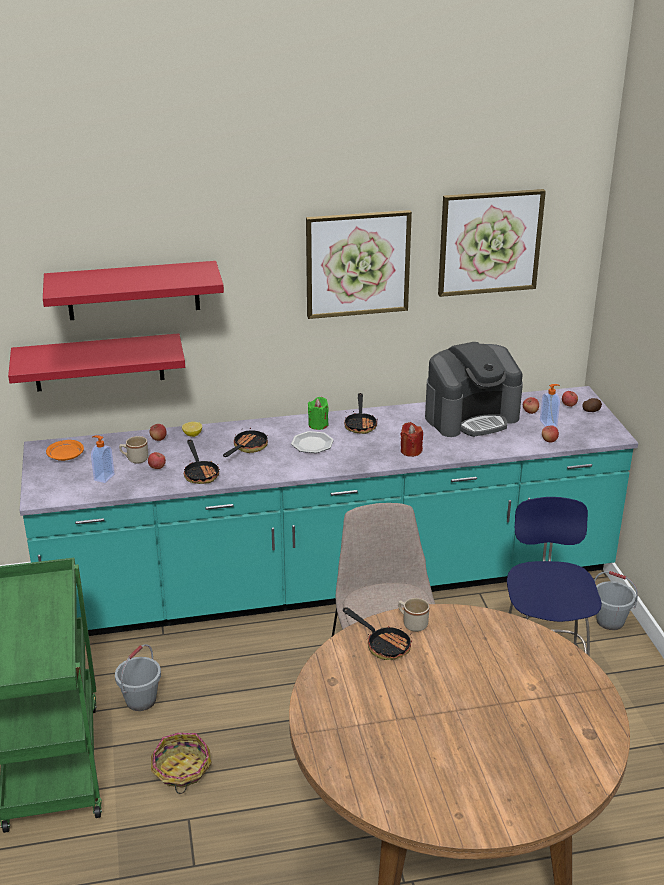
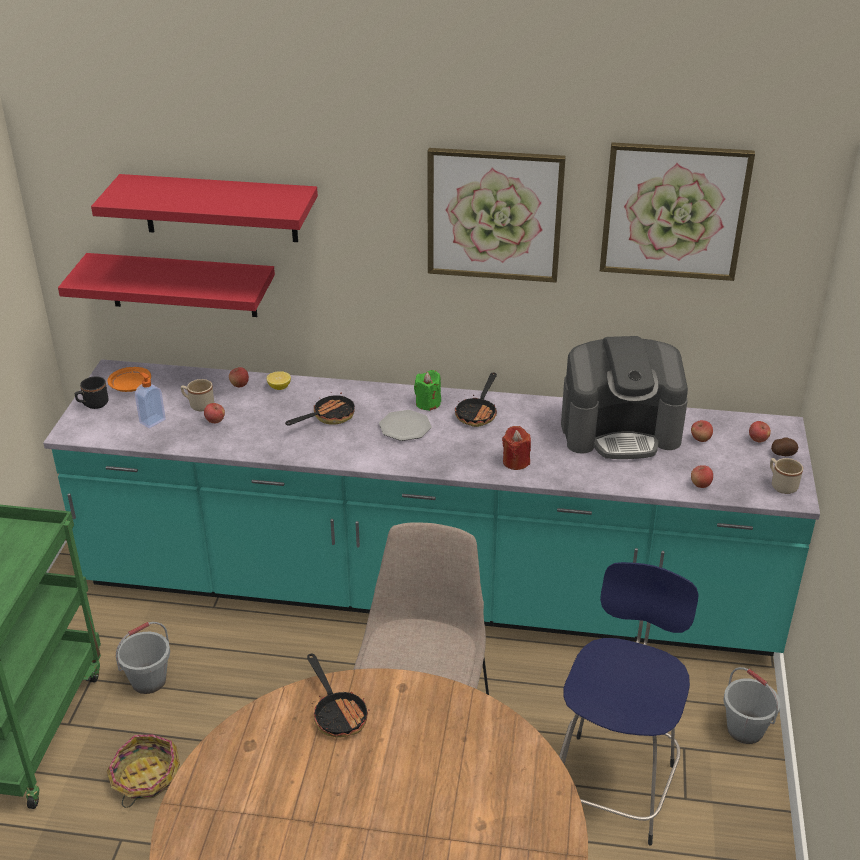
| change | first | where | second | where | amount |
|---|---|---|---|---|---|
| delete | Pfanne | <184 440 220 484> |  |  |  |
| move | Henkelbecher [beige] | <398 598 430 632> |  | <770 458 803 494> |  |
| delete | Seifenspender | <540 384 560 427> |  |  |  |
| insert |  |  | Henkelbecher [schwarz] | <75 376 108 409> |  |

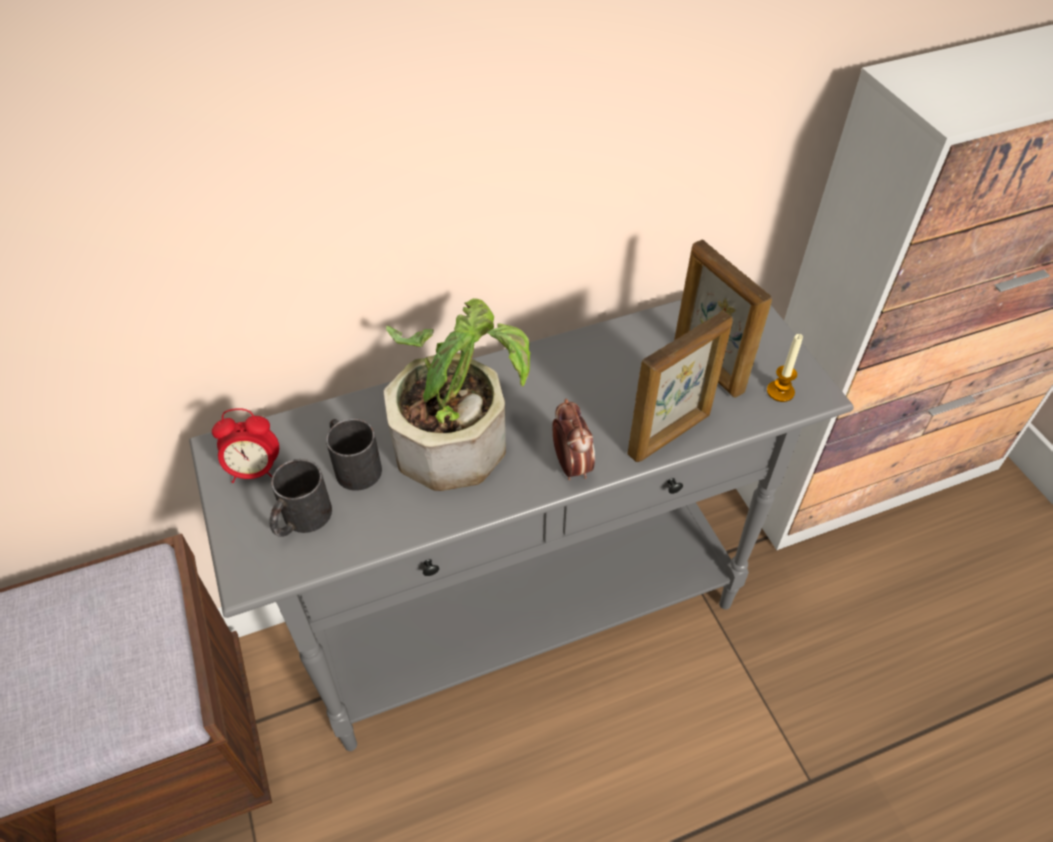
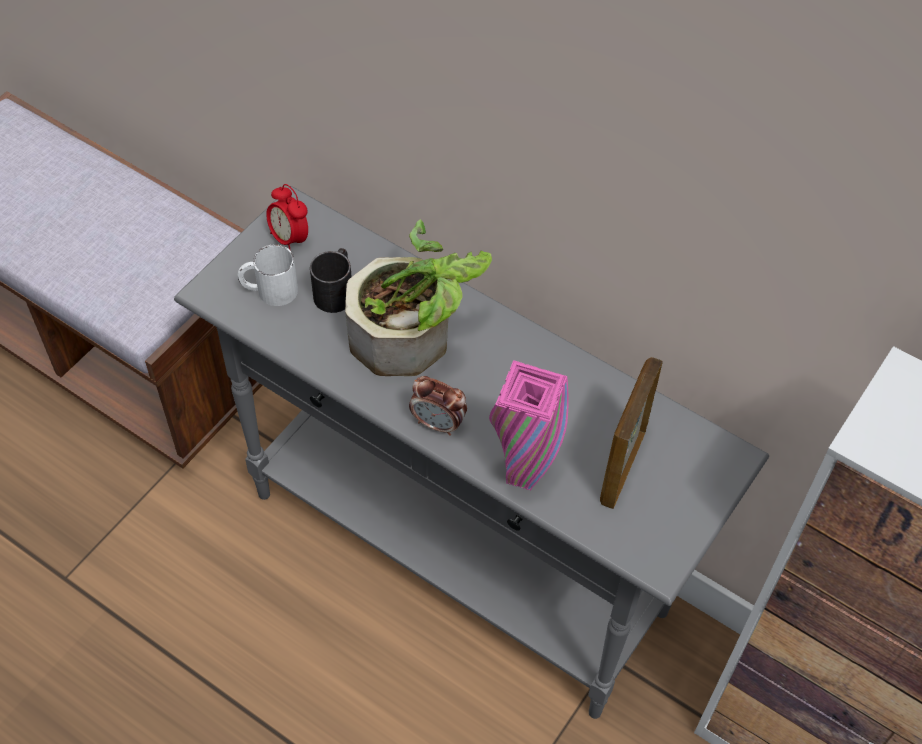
| change | first | where | second | where | amount |
|---|---|---|---|---|---|
| recolor | Henkelbecher [schwarz] | <269 459 332 537> | Henkelbecher [weiß] | <238 244 298 306> |  |
| rotate | Wecker | <552 399 595 480> |  | <409 376 467 436> | 75 degrees clockwise |
| replace | Bilderrahmen | <627 311 733 462> | Vase [rosa] | <489 360 569 490> |  |
| delete | Kerze | <767 334 803 402> |  |  |  |

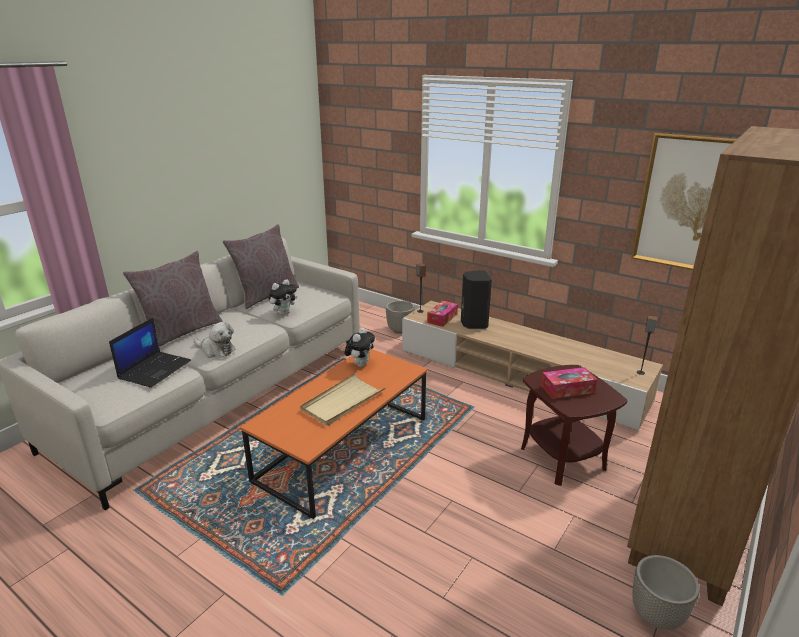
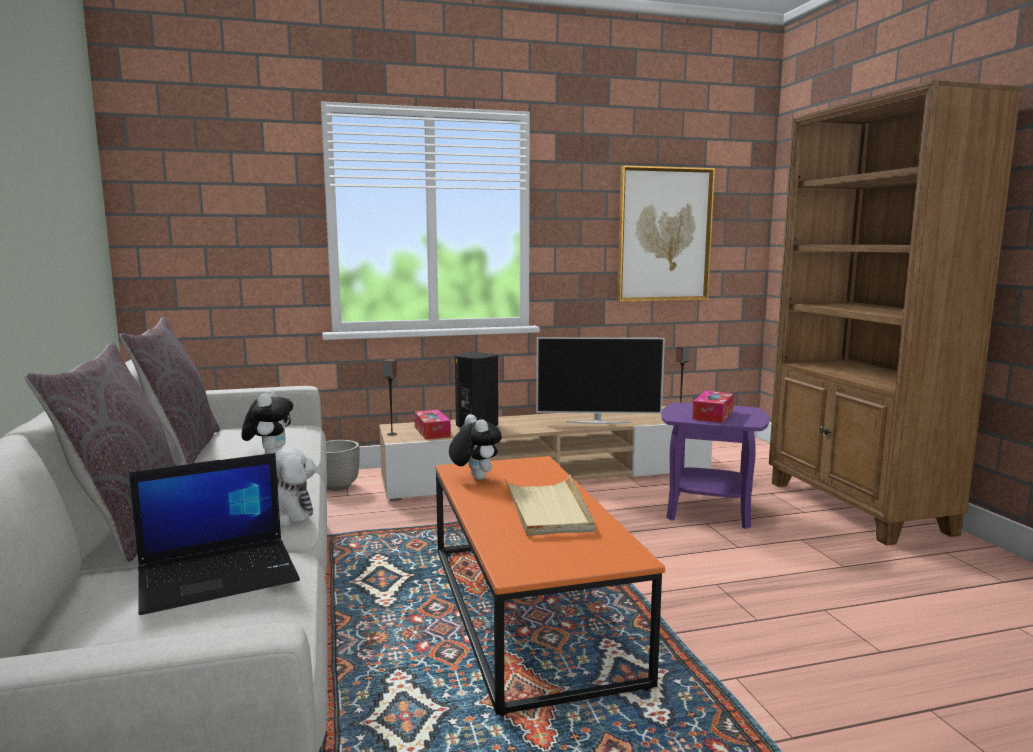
| change | first | where | second | where | amount |
|---|---|---|---|---|---|
| rotate | Laptop | <109 318 191 388> |  | <129 453 300 615> | 90 degrees clockwise |
| recolor | Beistelltisch [braun] | <521 365 627 486> | Beistelltisch [lila] | <661 402 769 529> |  |
| delete | Pflanzkübel | <632 555 700 630> |  |  |  |
| insert |  |  | Fernseher | <536 337 665 424> |  |

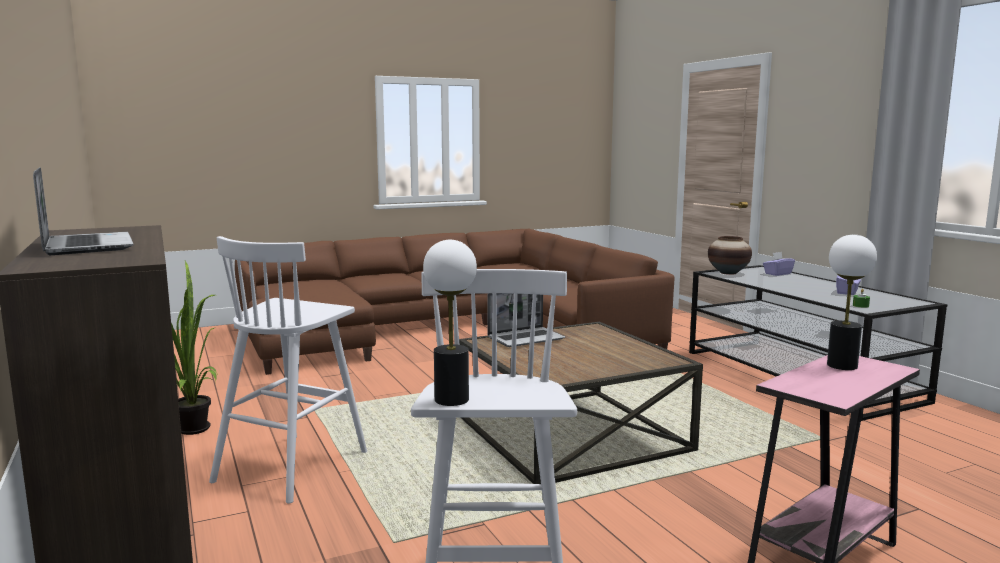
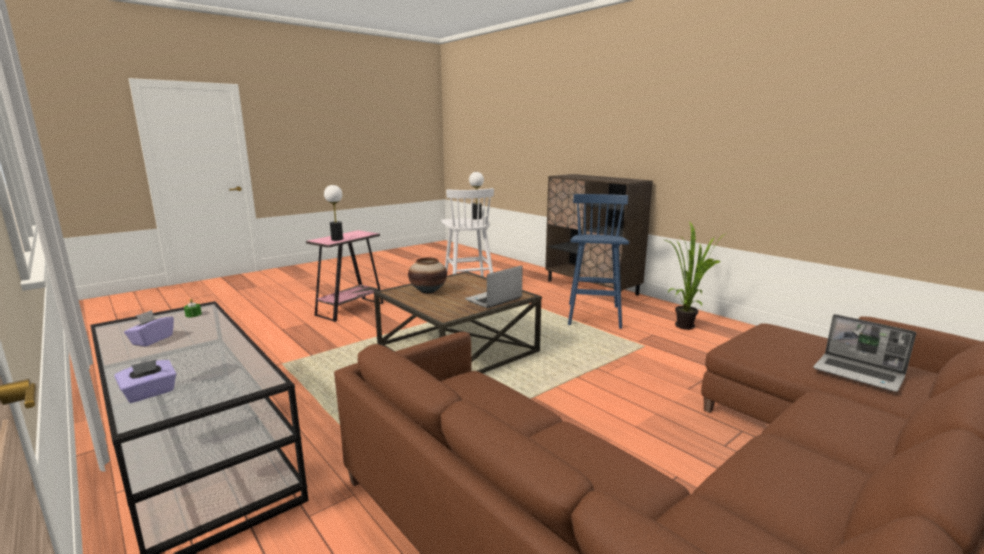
| change | first | where | second | where | amount |
|---|---|---|---|---|---|
| move | Laptop | <33 167 133 255> |  | <813 314 916 392> |  |
| recolor | Hocker [weiß] | <209 236 367 504> | Hocker [blau] | <568 194 629 329> |  |
| move | Vase | <708 236 752 275> |  | <408 258 447 294> |  |

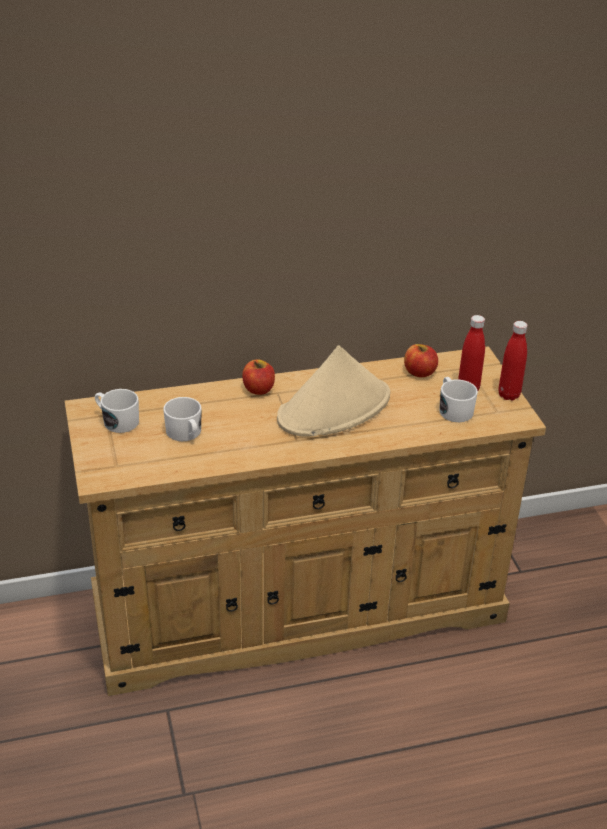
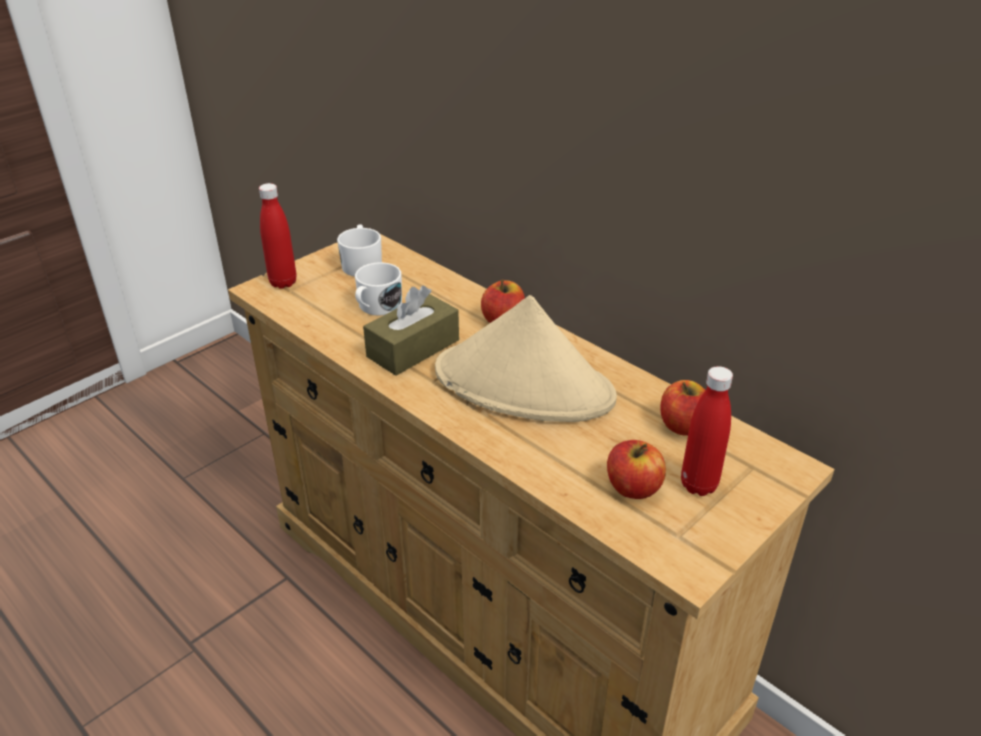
| change | first | where | second | where | amount |
|---|---|---|---|---|---|
| replace | Henkelbecher [weiß] | <439 377 478 422> | Apfel | <607 440 666 499> |  |
| move | Flasche [rot] | <498 321 528 401> |  | <259 183 297 289> |  |
| insert |  |  | Taschentuchbox [braun] | <363 285 459 376> |  |

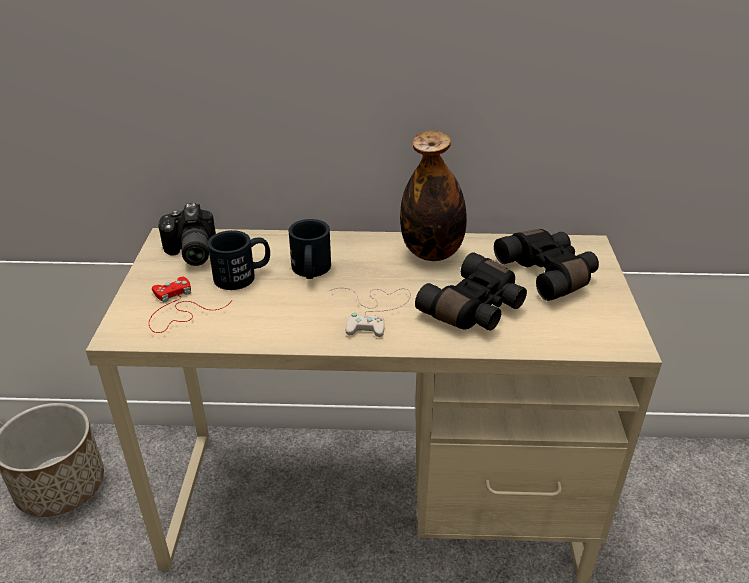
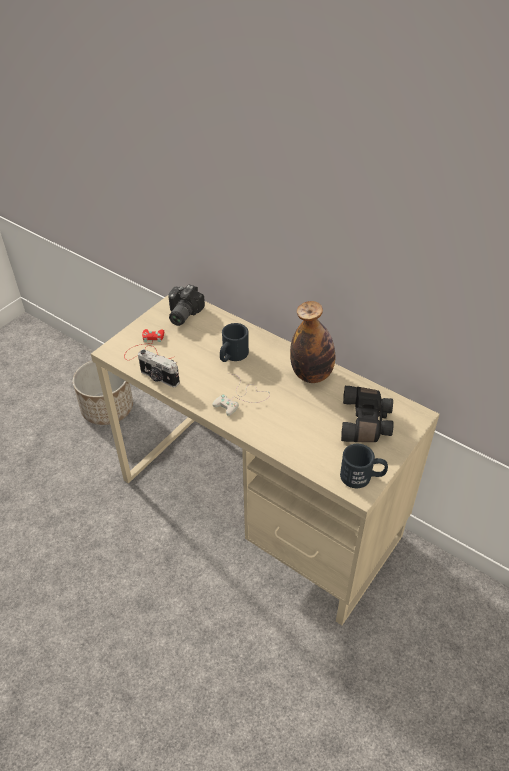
| change | first | where | second | where | amount |
|---|---|---|---|---|---|
| move | Henkelbecher [schwarz] | <208 230 270 290> |  | <340 443 388 488> |  |
| delete | Fernglas [schwarz] | <415 252 527 330> |  |  |  |
| insert |  |  | Kamera | <138 349 180 388> |  |

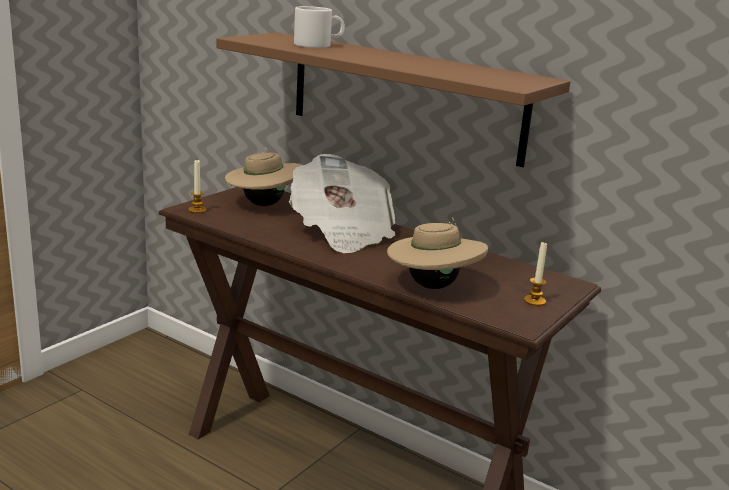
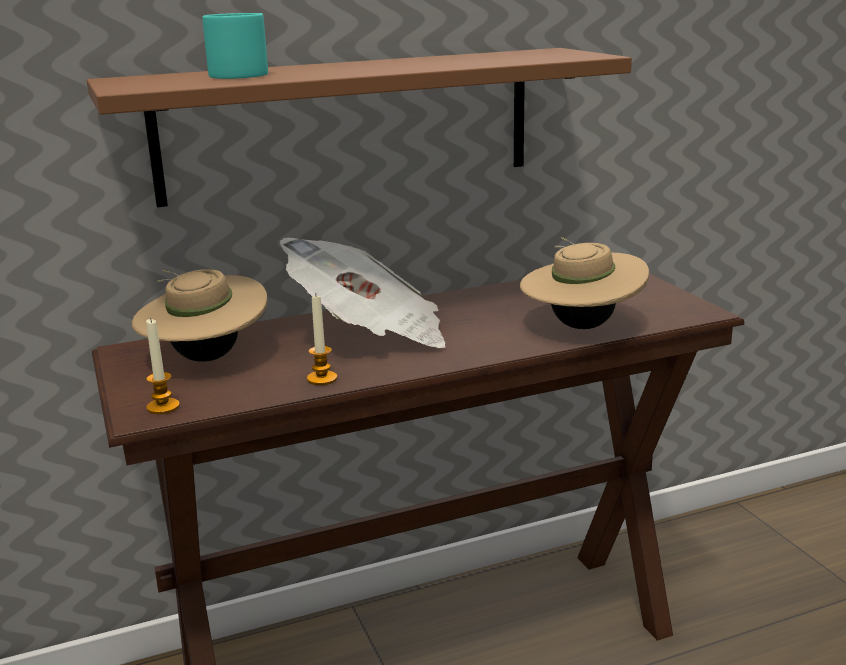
| change | first | where | second | where | amount |
|---|---|---|---|---|---|
| recolor | Henkelbecher [weiß] | <294 6 345 48> | Henkelbecher [türkis] | <202 13 268 79> |  |
| move | Kerze | <524 241 547 306> |  | <307 296 337 385> |  |

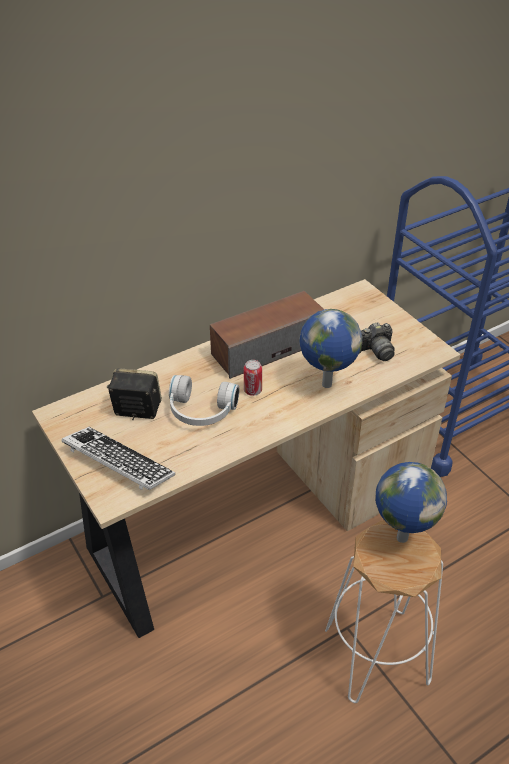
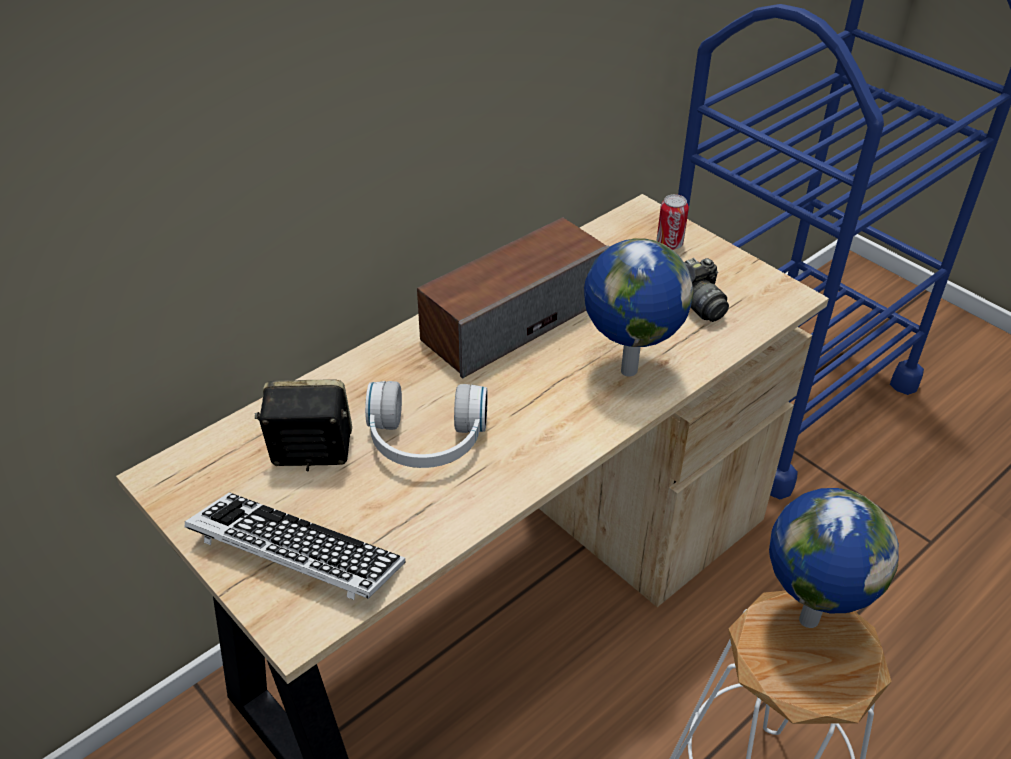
| change | first | where | second | where | amount |
|---|---|---|---|---|---|
| move | Dose | <244 360 262 396> |  | <656 194 689 250> |  |

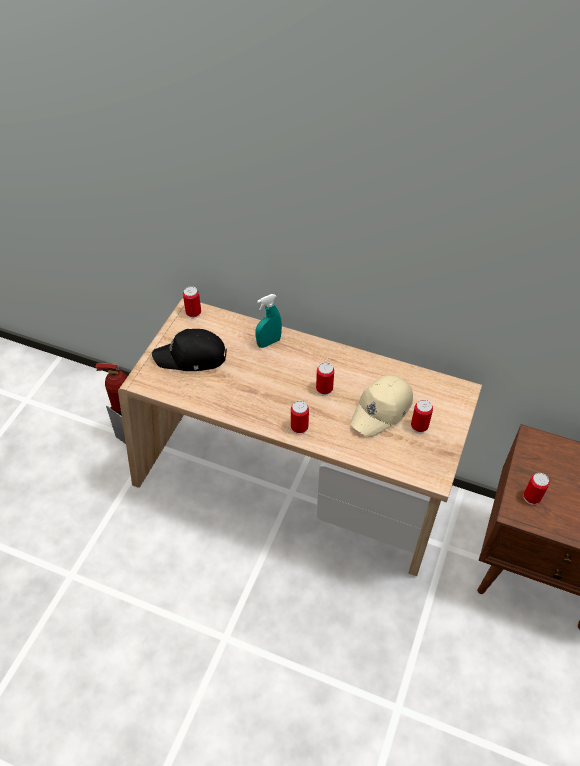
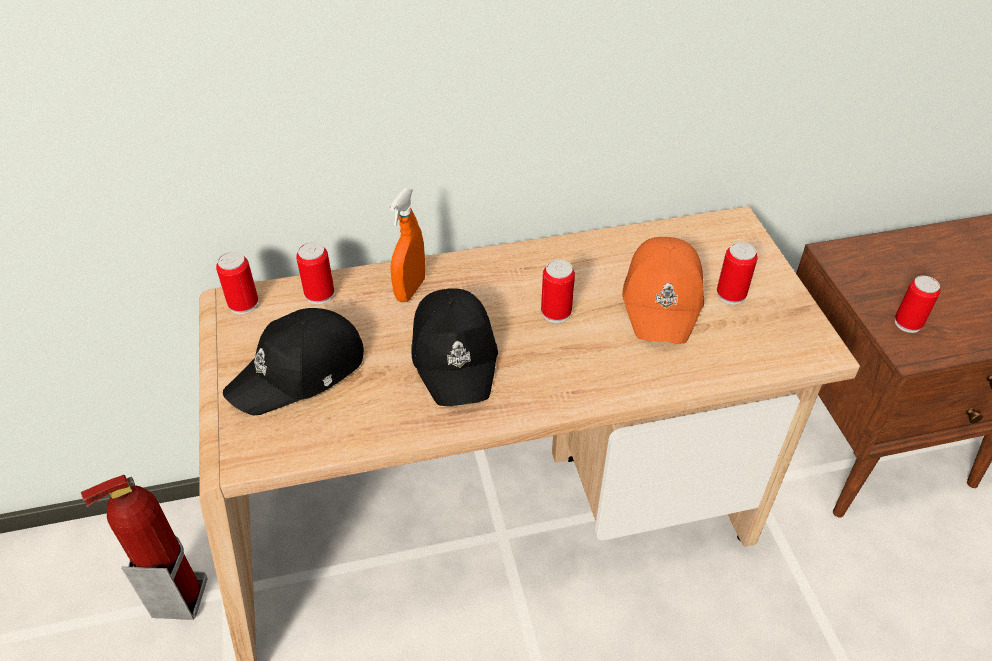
| change | first | where | second | where | amount |
|---|---|---|---|---|---|
| recolor | Sprühflasche [türkis] | <256 294 282 348> | Sprühflasche [orange] | <389 188 426 302> |  |
| move | Dose | <291 401 309 434> |  | <296 242 334 305> |  |
| recolor | Kappe [beige] | <350 375 413 437> | Kappe [orange] | <622 237 704 343> |  |
| insert |  |  | Kappe [schwarz] | <411 288 498 406> |  |

